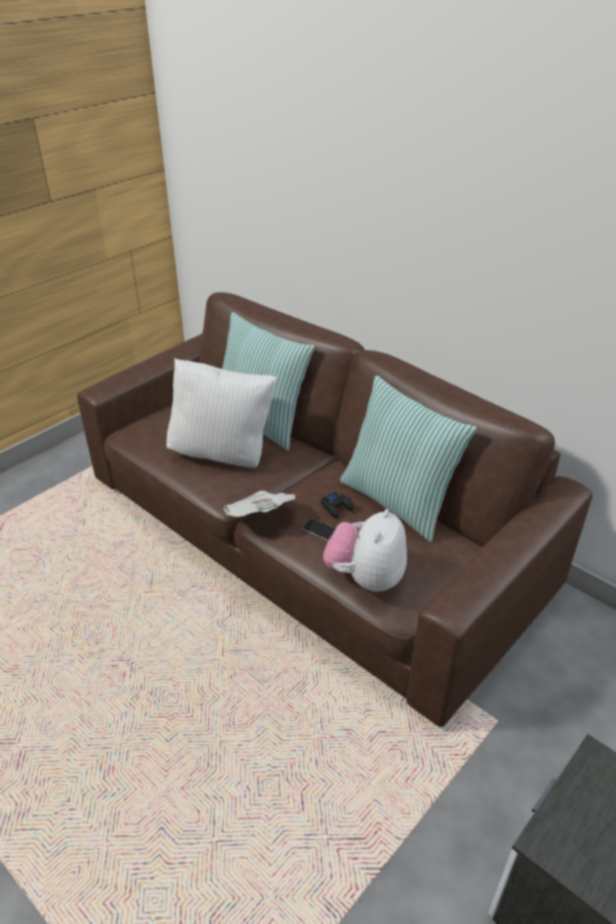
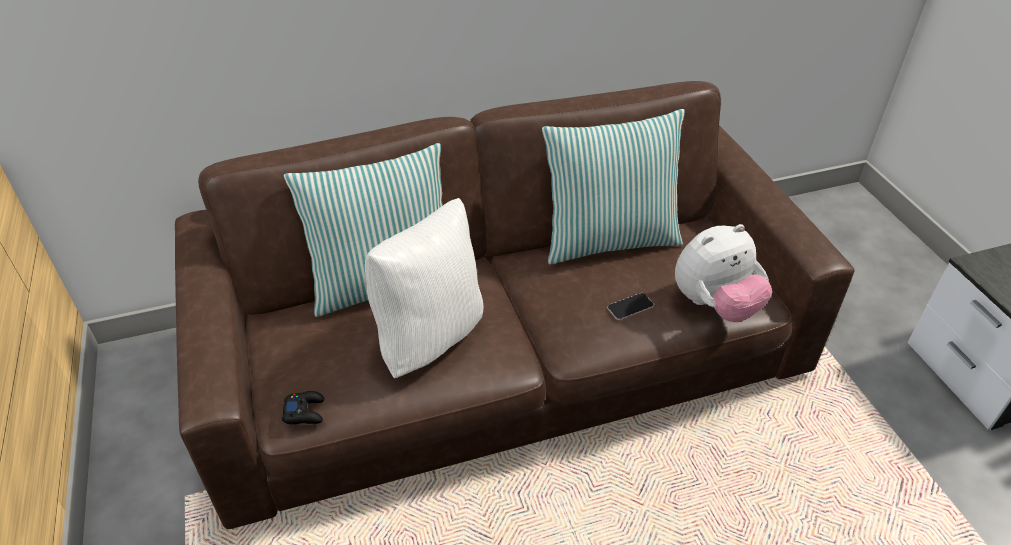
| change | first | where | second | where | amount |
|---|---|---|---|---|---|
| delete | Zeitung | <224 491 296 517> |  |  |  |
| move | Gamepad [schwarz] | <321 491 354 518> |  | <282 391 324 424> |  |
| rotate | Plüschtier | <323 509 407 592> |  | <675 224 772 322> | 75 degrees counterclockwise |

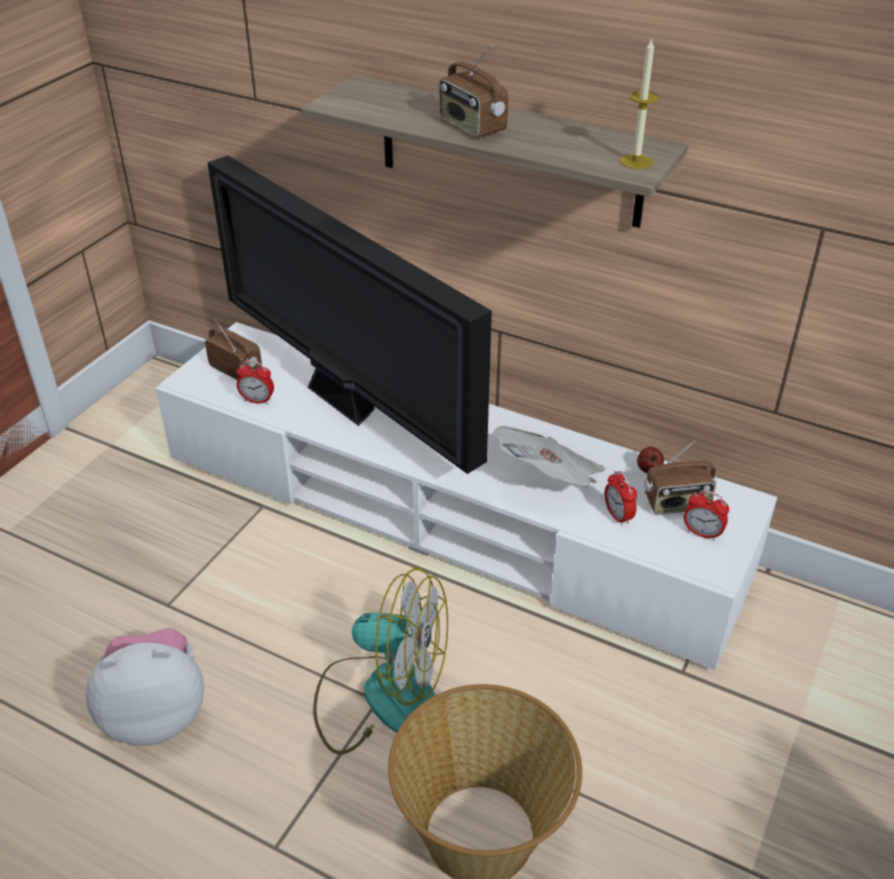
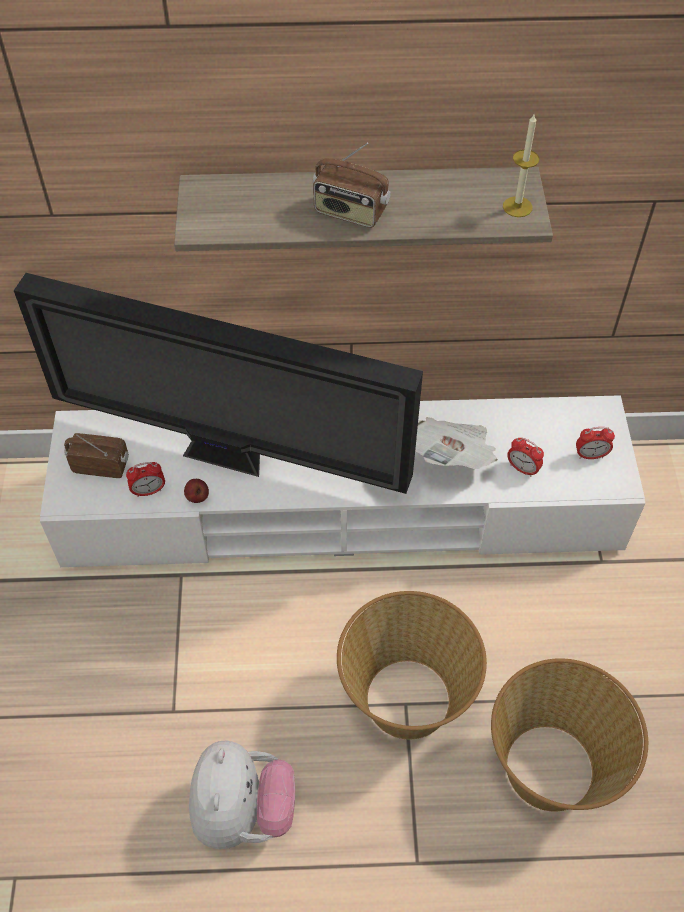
| change | first | where | second | where | amount |
|---|---|---|---|---|---|
| rotate | Plüschtier | <85 628 204 746> |  | <189 741 295 849> | 135 degrees clockwise |
| replace | Ventilator | <313 567 448 754> | Korb | <337 591 487 740> |  |
| move | Apfel | <637 447 664 473> |  | <184 479 209 503> |  |
| delete | Radio | <644 440 717 514> |  |  |  |

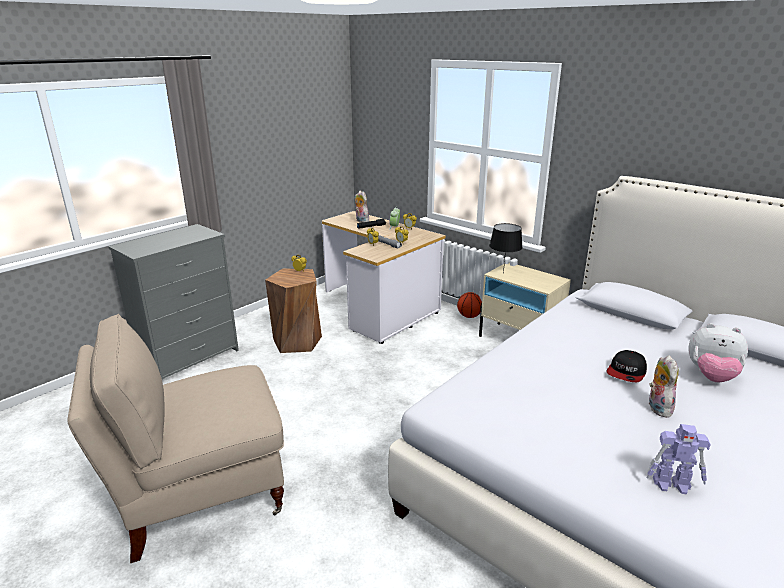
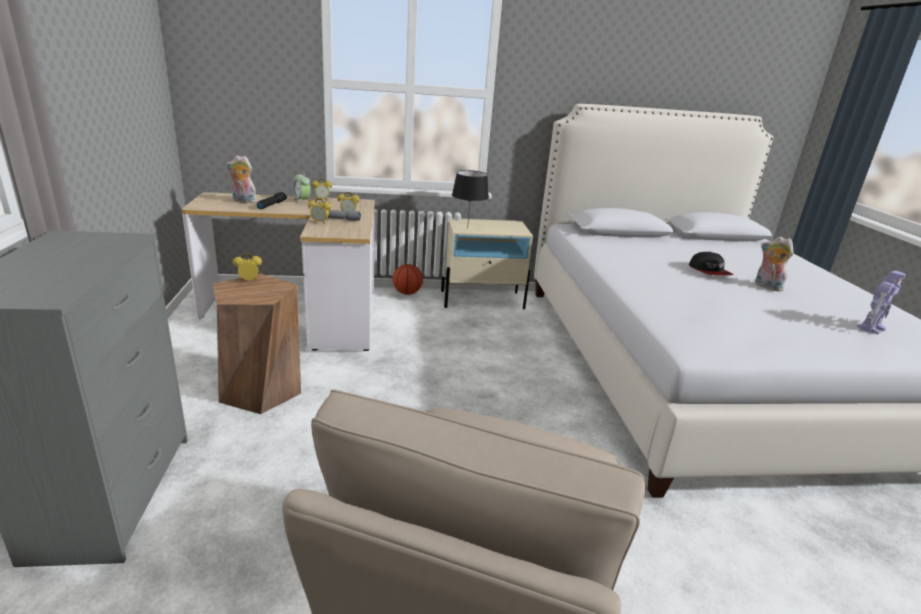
| change | first | where | second | where | amount |
|---|---|---|---|---|---|
| delete | Plüschtier | <688 323 748 383> |  |  |  |

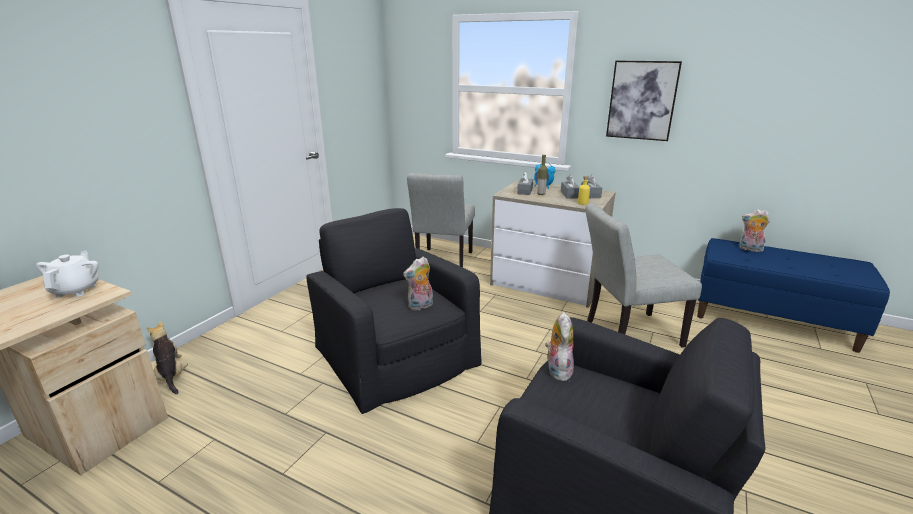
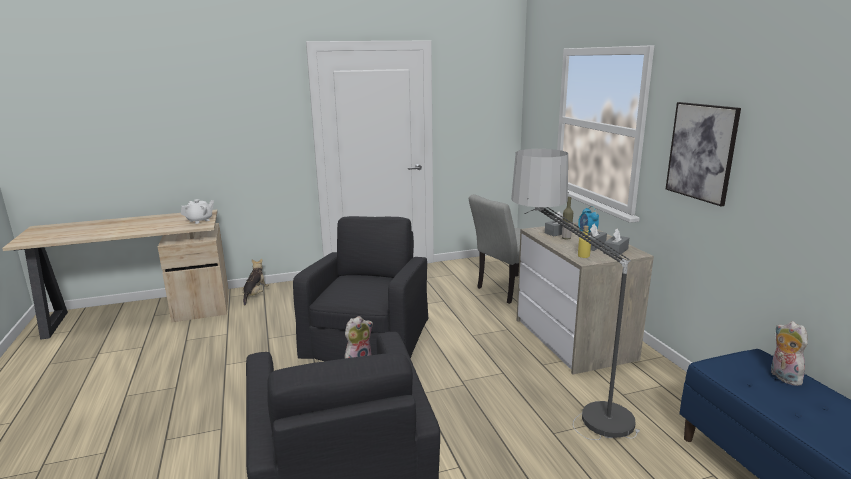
| change | first | where | second | where | amount |
|---|---|---|---|---|---|
| delete | Plüschtier | <403 257 433 311> |  |  |  |
| replace | Stuhl [grau] | <585 203 702 348> | Stehlampe | <511 149 640 440> |  |

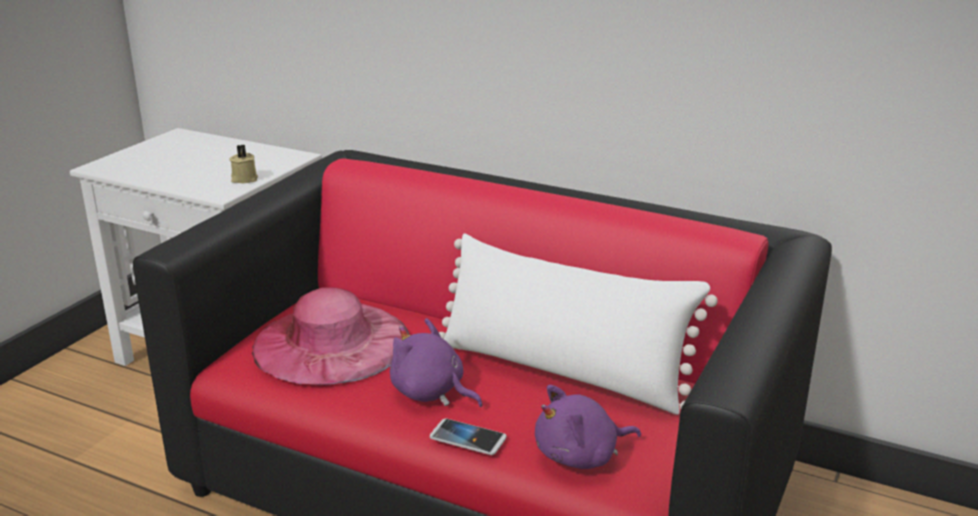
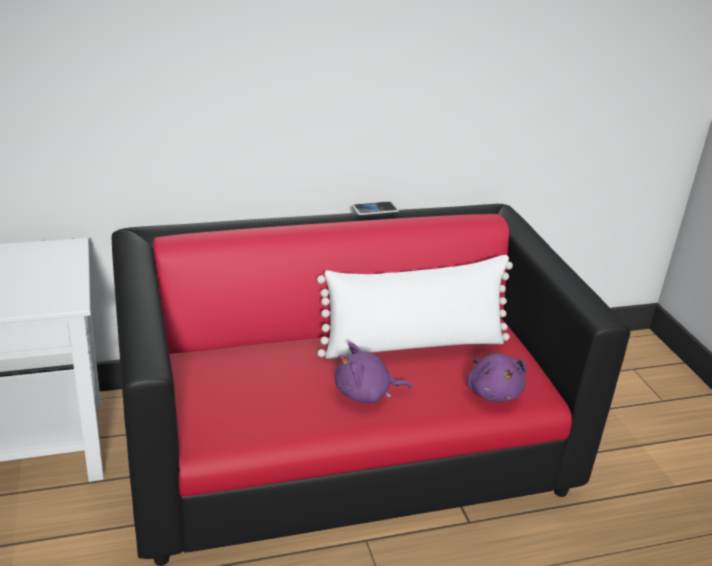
| change | first | where | second | where | amount |
|---|---|---|---|---|---|
| delete | Kerze [beige] | <229 145 258 183> |  |  |  |
| delete | Hut [rosa] | <252 287 409 385> |  |  |  |
| move | Handy | <430 418 507 455> |  | <352 201 399 215> |  |
| rotate | Plüschtier [lila] | <535 385 641 469> |  | <467 353 527 402> | 45 degrees counterclockwise |

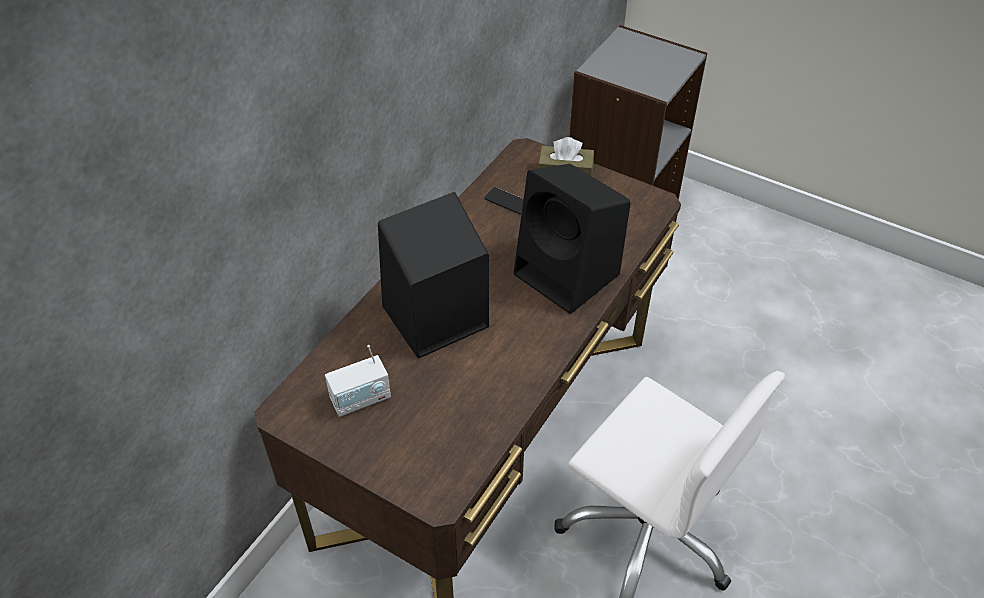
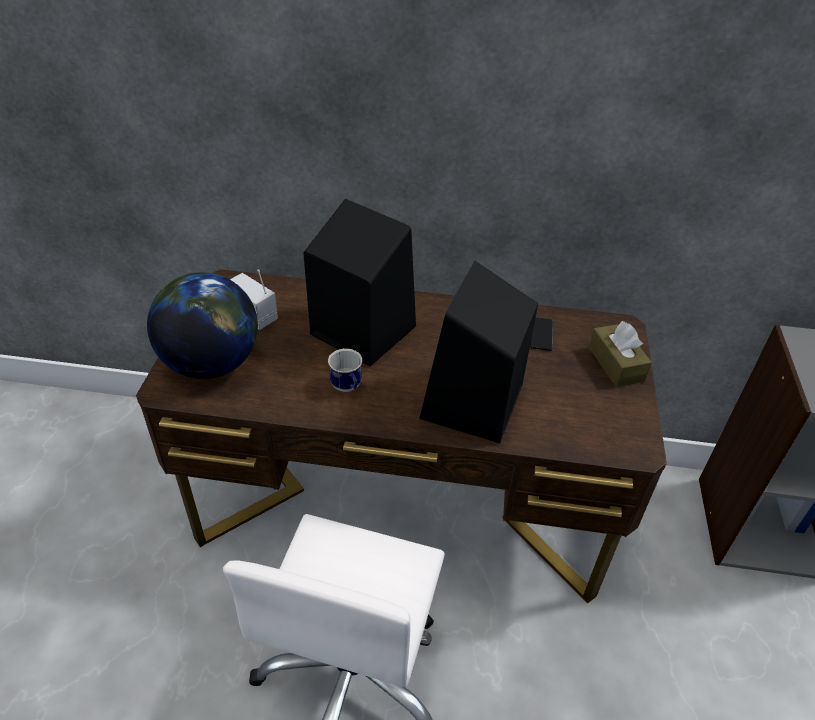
| change | first | where | second | where | amount |
|---|---|---|---|---|---|
| insert |  |  | Globus | <147 272 258 379> |  |
| insert |  |  | Henkelbecher | <328 349 362 392> |  |

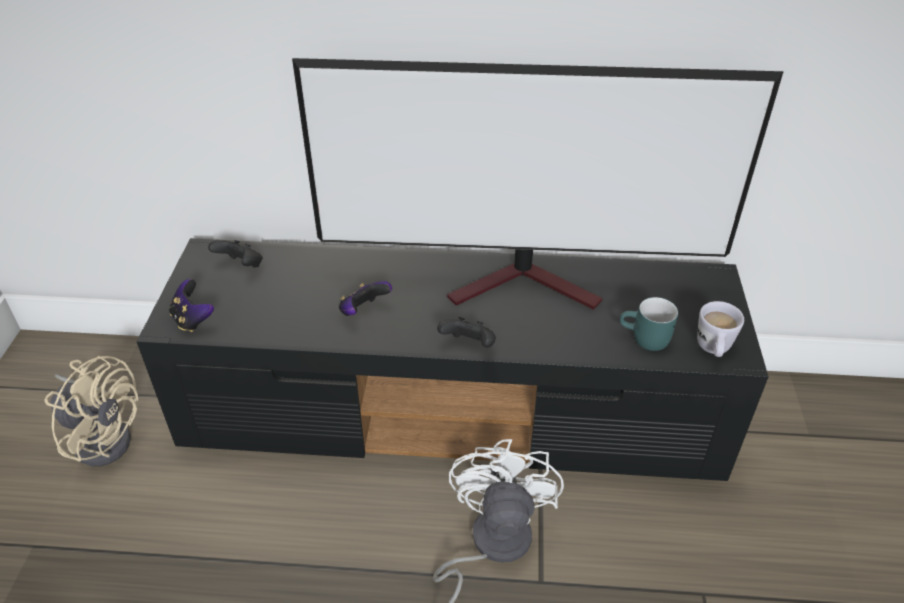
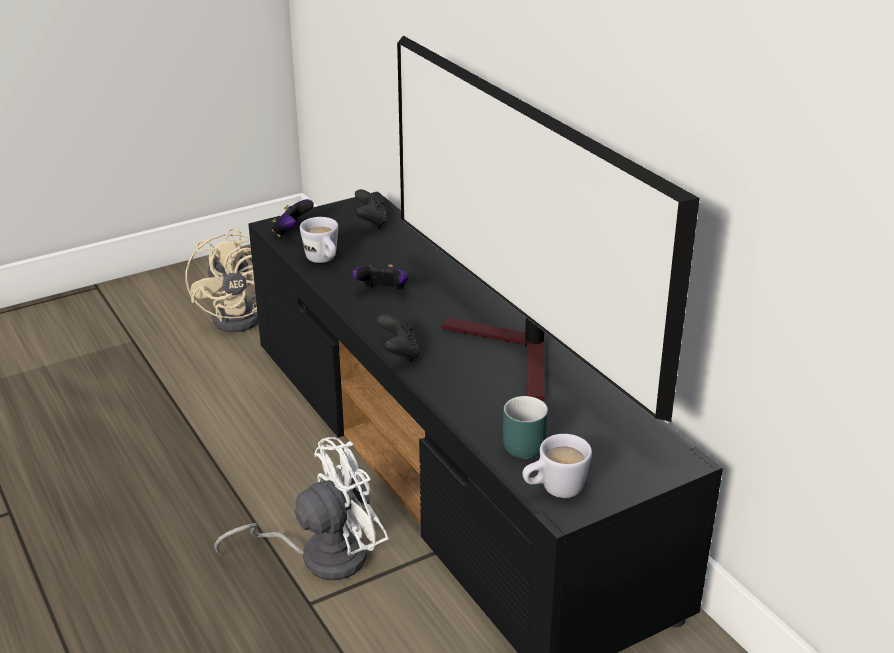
| change | first | where | second | where | amount |
|---|---|---|---|---|---|
| insert |  |  | Henkelbecher [weiß] | <300 217 338 263> |  |

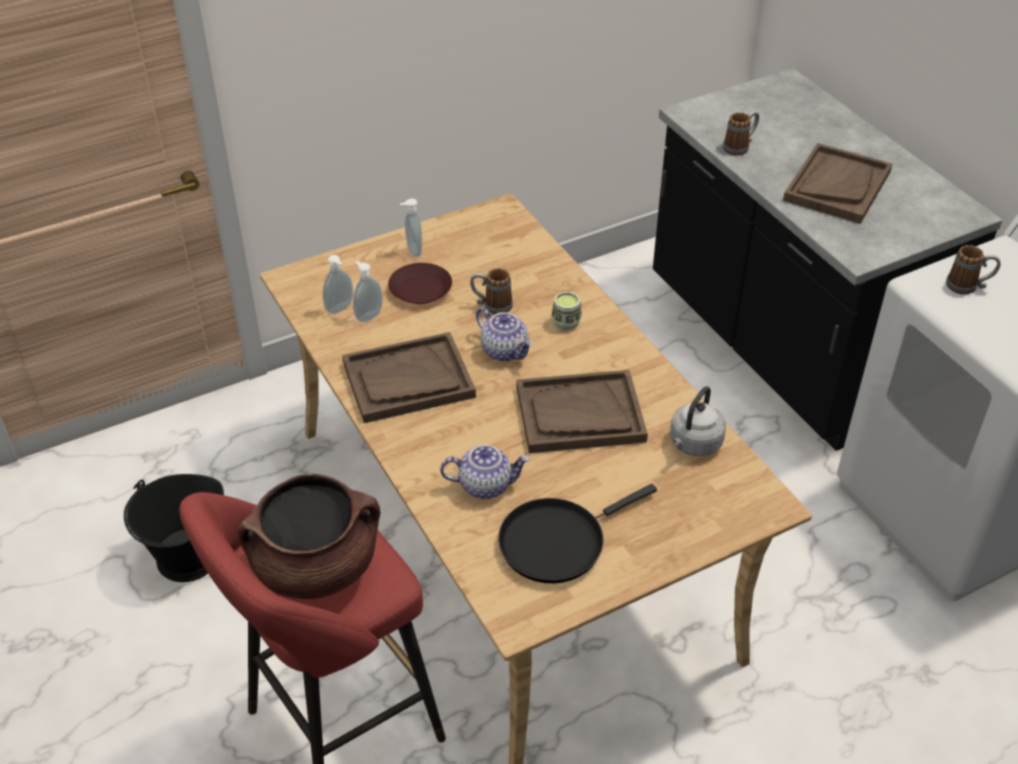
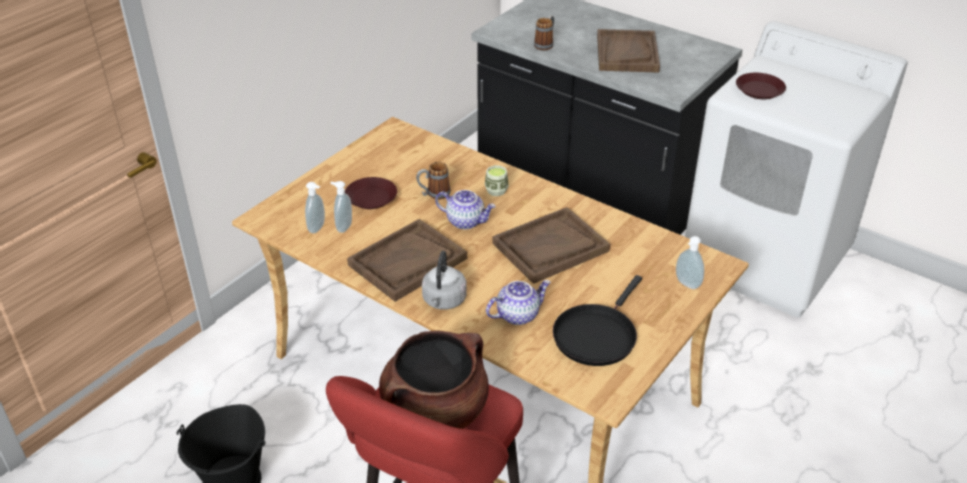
| change | first | where | second | where | amount |
|---|---|---|---|---|---|
| move | Seifenspender | <400 199 422 257> |  | <676 236 704 289> |  |
| move | Wasserkessel [grau] | <670 386 726 456> |  | <422 251 467 310> |  |
| replace | Henkelbecher | <946 245 1000 294> | Teller [braun] | <736 73 786 99> |  |

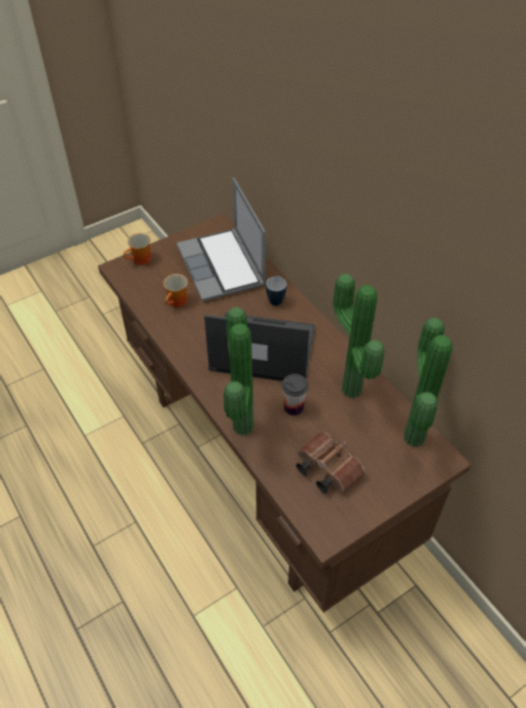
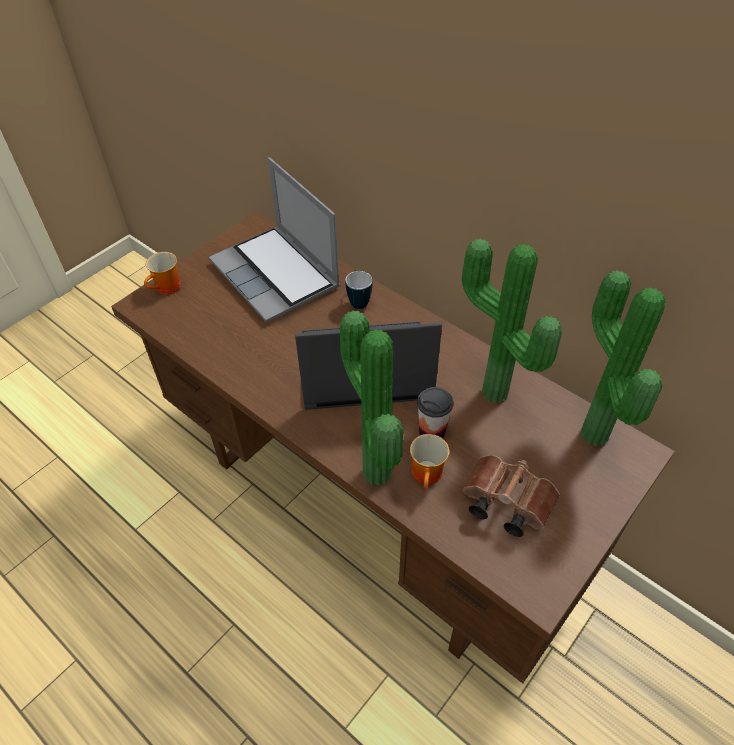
| change | first | where | second | where | amount |
|---|---|---|---|---|---|
| move | Henkelbecher | <163 274 188 307> |  | <410 434 449 488> |  |

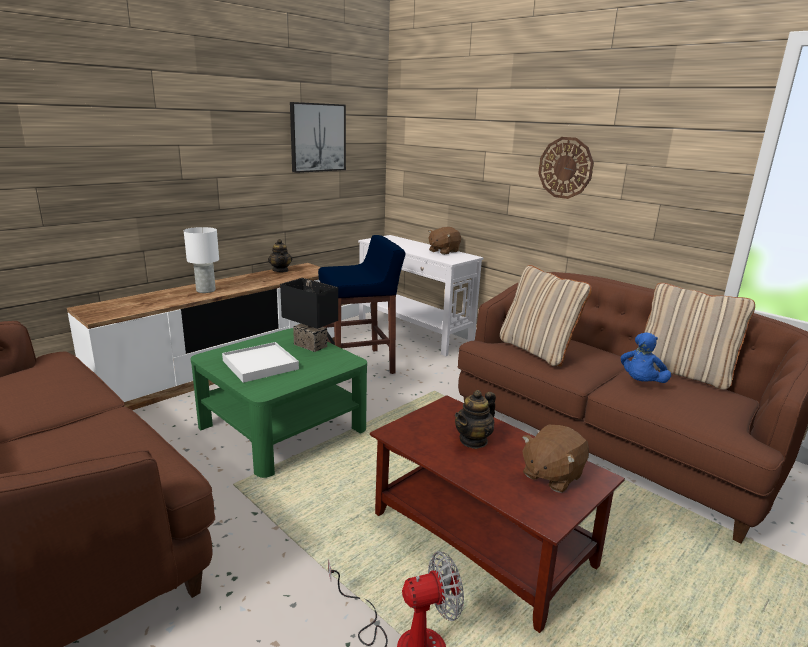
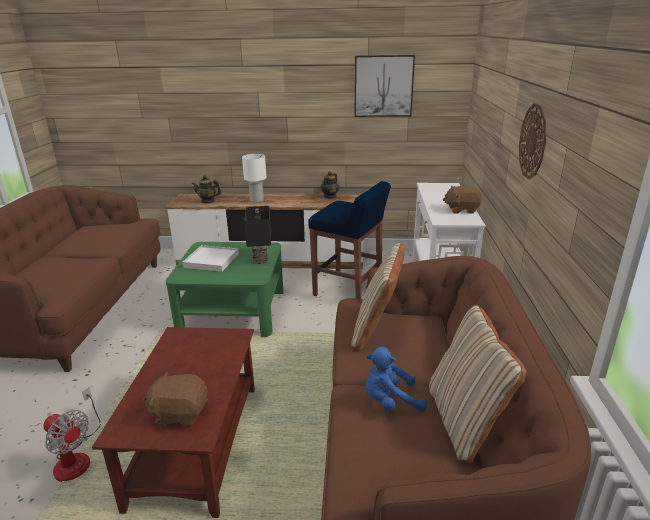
| change | first | where | second | where | amount |
|---|---|---|---|---|---|
| move | Teekanne | <455 390 496 449> |  | <192 175 221 204> |  |

